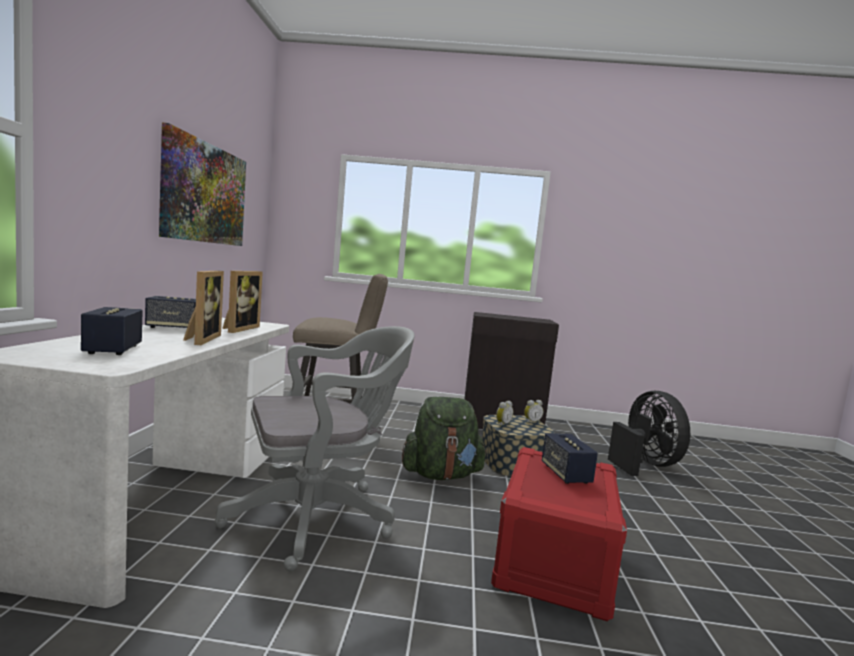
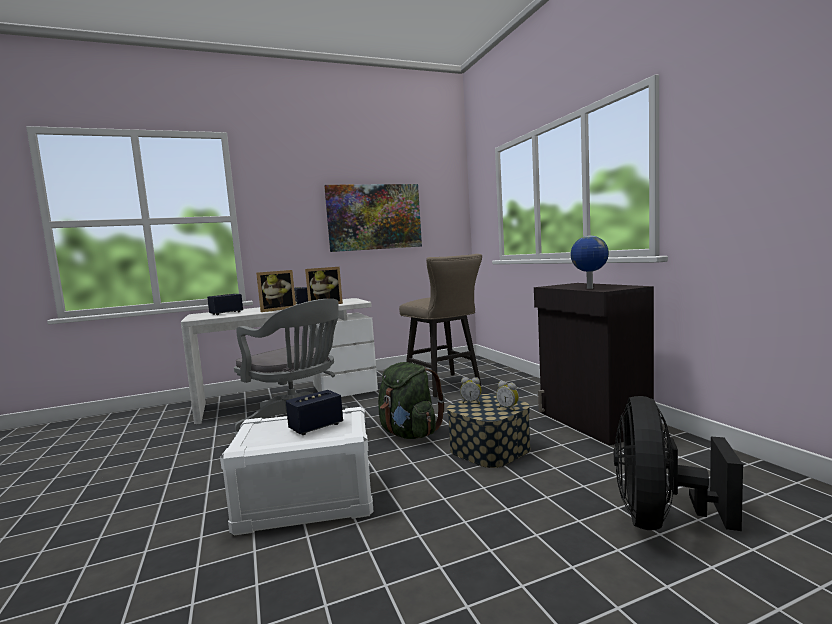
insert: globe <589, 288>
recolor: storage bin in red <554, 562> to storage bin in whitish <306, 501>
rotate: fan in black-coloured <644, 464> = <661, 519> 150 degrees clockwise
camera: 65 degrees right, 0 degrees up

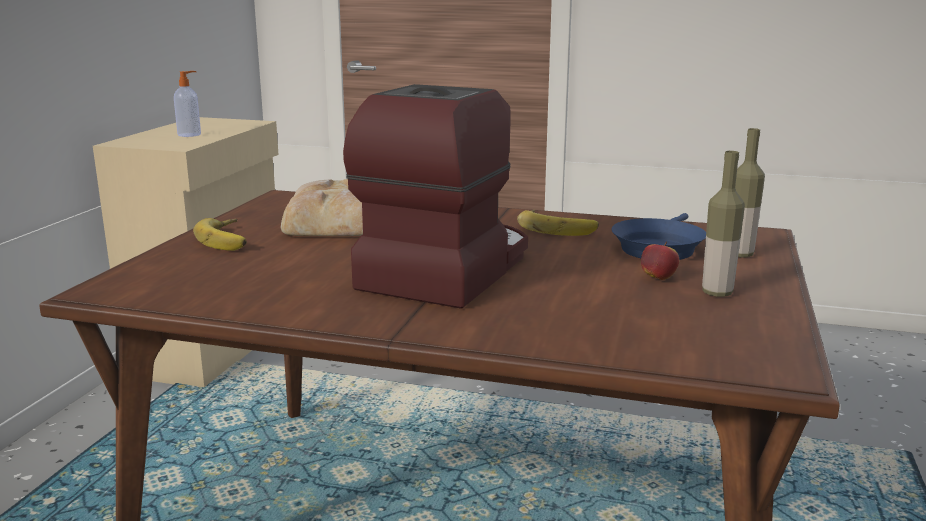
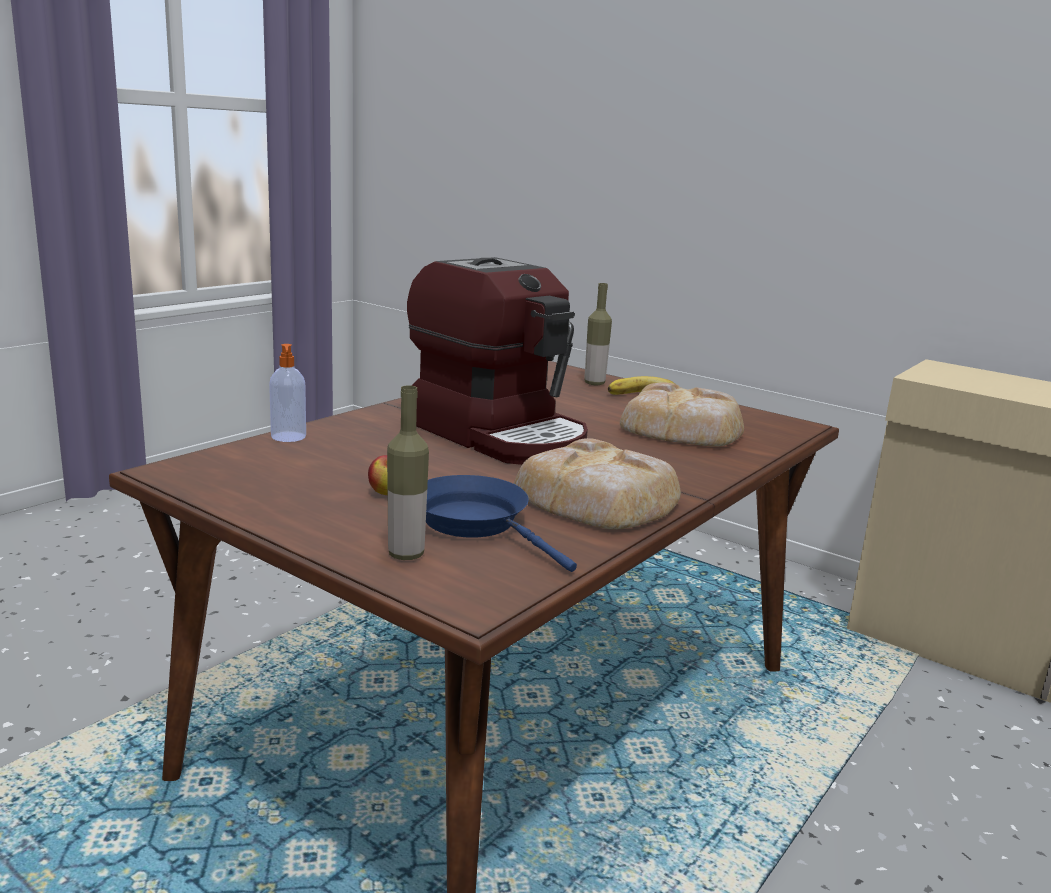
move: liquid soap bottle <190, 134> to <288, 437>; bottle <717, 293> to <594, 383>
replace: banana <558, 227> to baked bread <598, 500>
camera: 110 degrees right, 0 degrees up

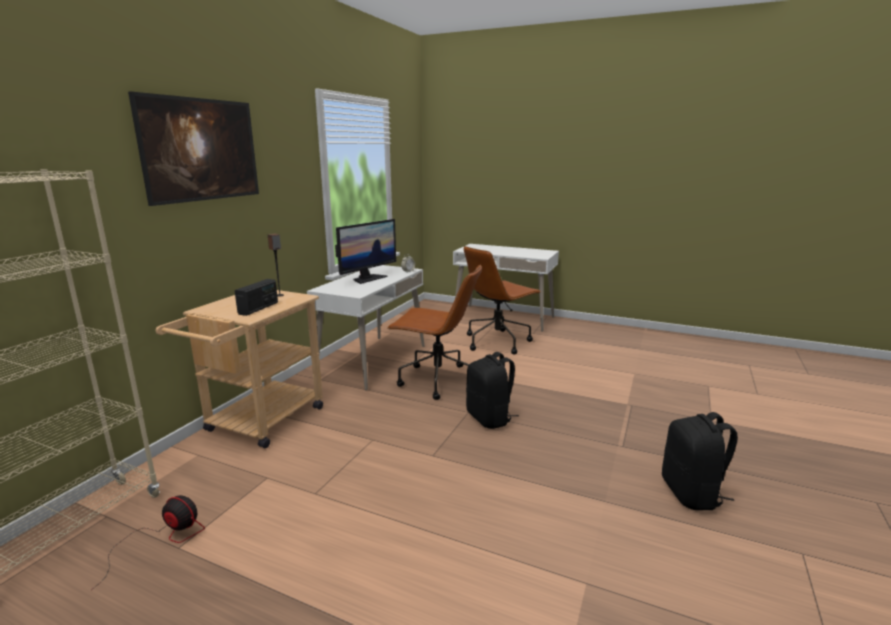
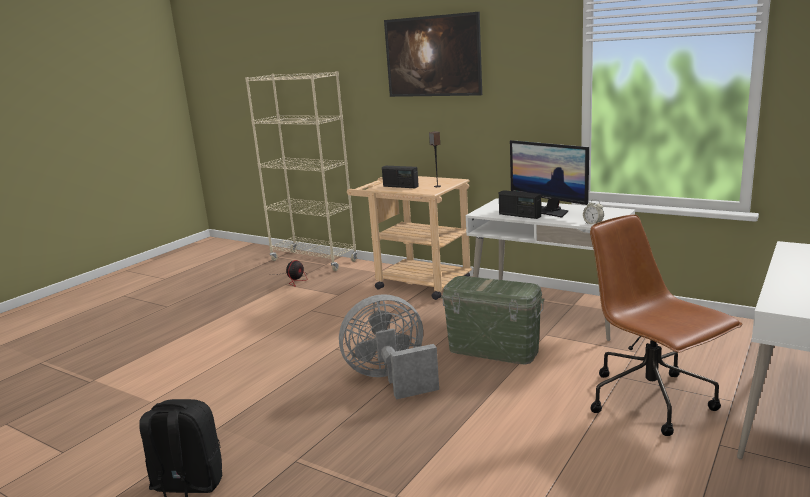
insert: radio receiver <519, 215>
replace: office chair in brown-coloured <436, 380> to storage bin in green <493, 350>; rucksack in black-coloured <490, 418> to fan in gray <391, 379>
camera: 100 degrees right, 0 degrees up

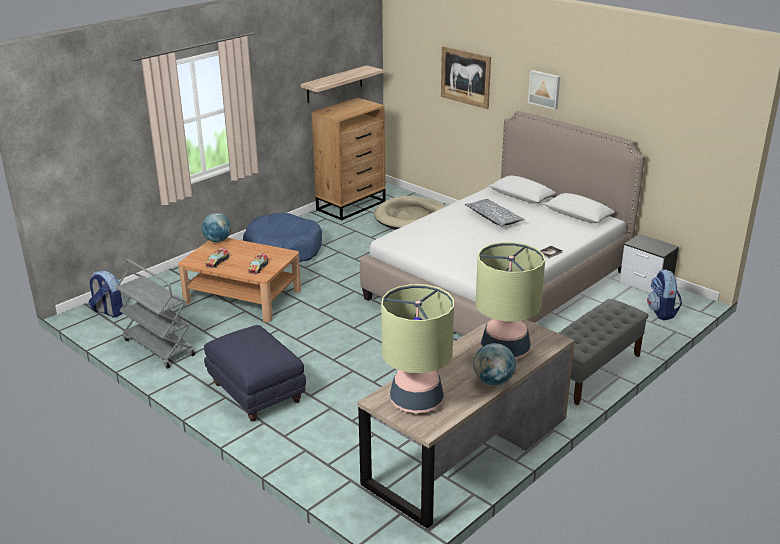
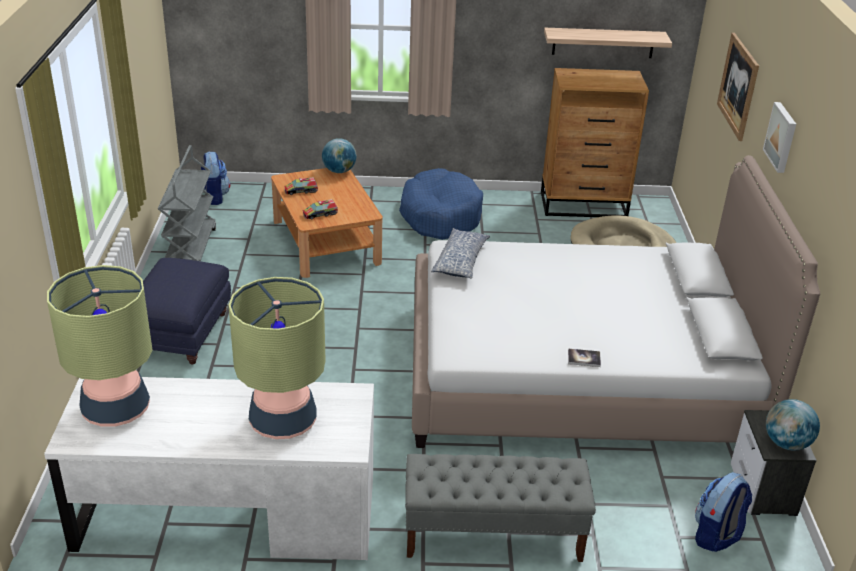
move: pillow <494, 218> to <461, 261>; globe <493, 381> to <786, 443>
recolor: desk unit in brown-coloured <467, 450> to desk unit in whitish <227, 514>
camera: 45 degrees right, 5 degrees up

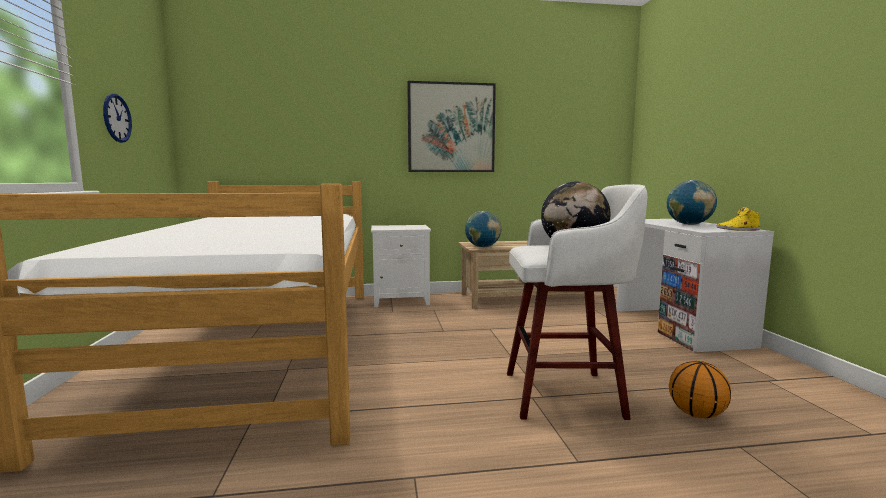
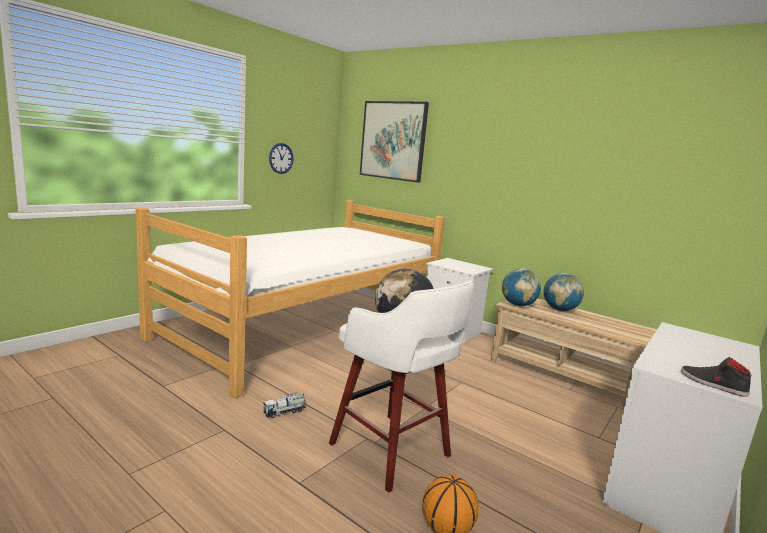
insert: model truck <284, 412>
move: wall picture <451, 128> to <393, 140>; globe <689, 224> to <560, 310>
recolor: shoe in yellow <738, 230> to shoe in black-coloured <712, 384>
camera: 45 degrees right, 5 degrees up

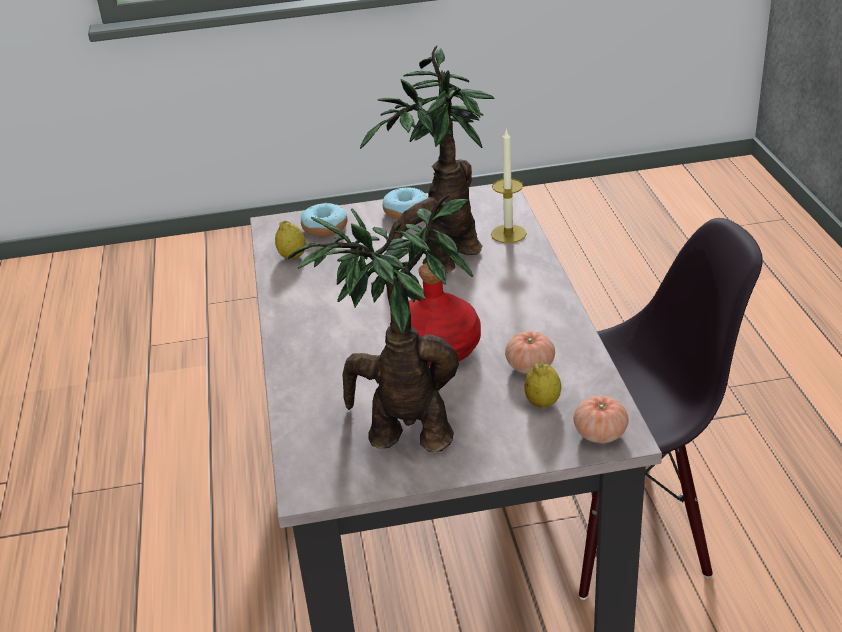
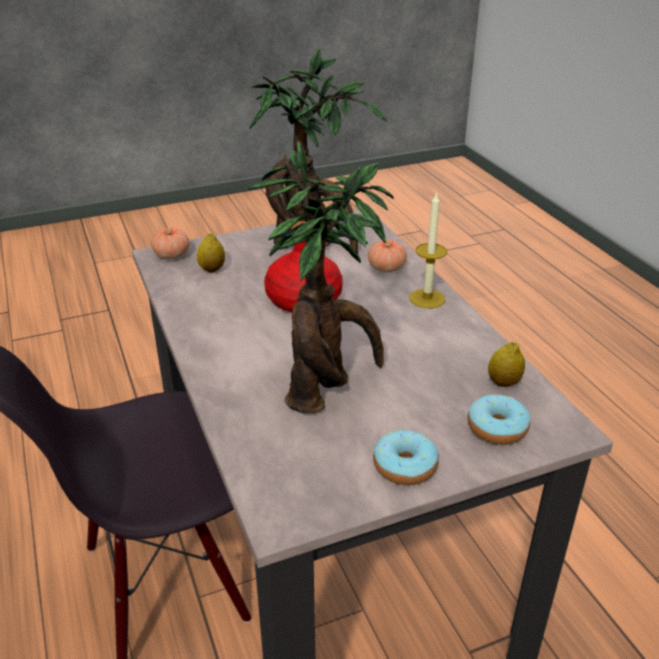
move: wax light <508, 234> to <427, 298>; whole tomato <530, 366> to <386, 268>
camera: 165 degrees right, 0 degrees up

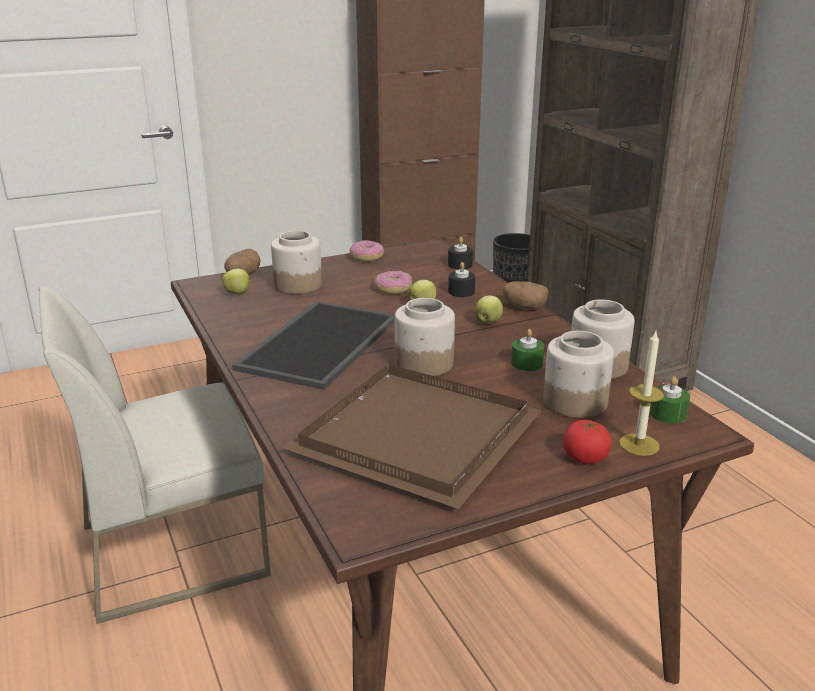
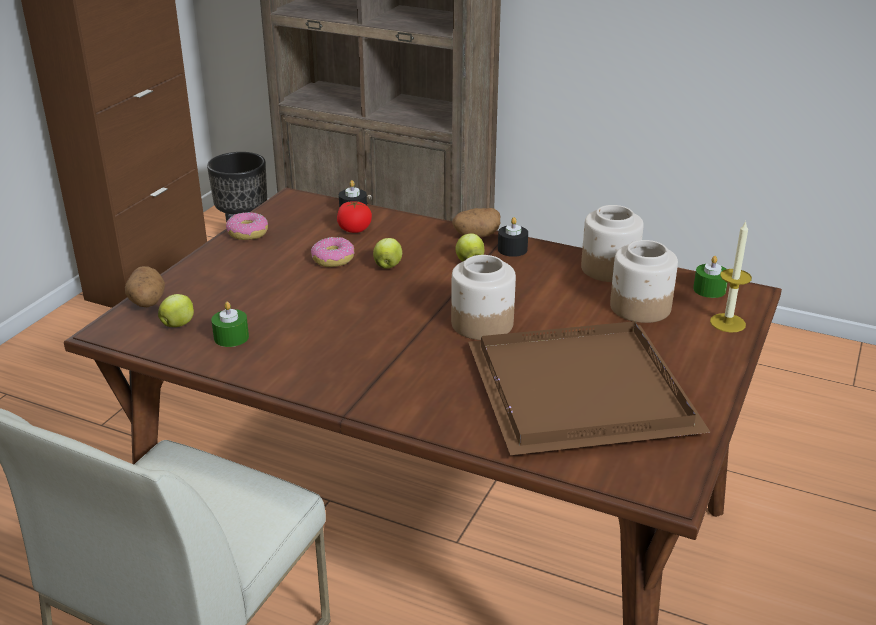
delete: carrying tray <318, 342>; preserve jar <298, 285>
move: wax light in black-coloured <461, 292> to <512, 249>; wax light in green <526, 363> to <231, 337>; whole tomato <585, 458> to <354, 229>
camera: 40 degrees left, 5 degrees up

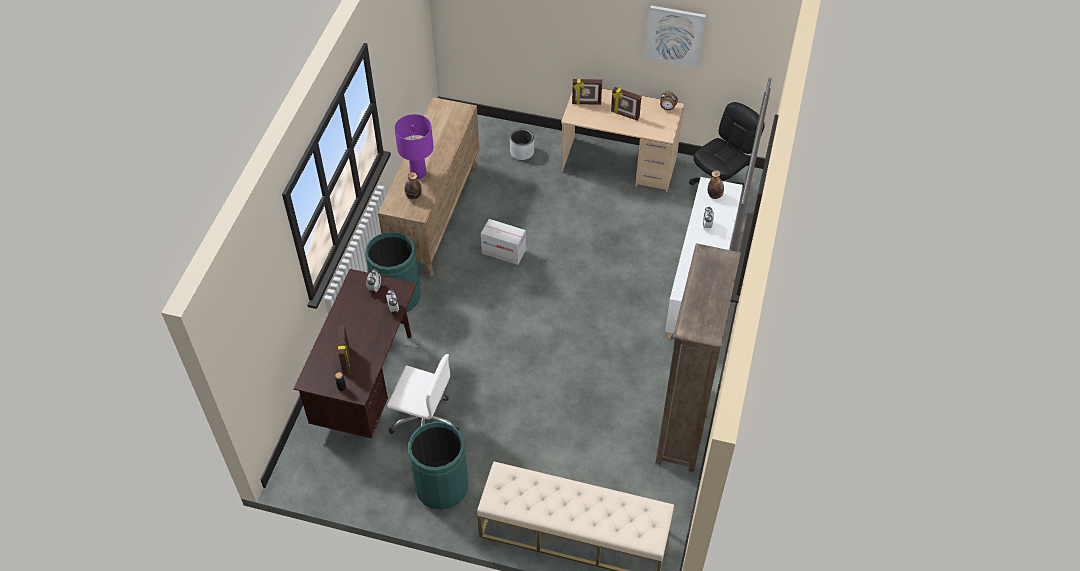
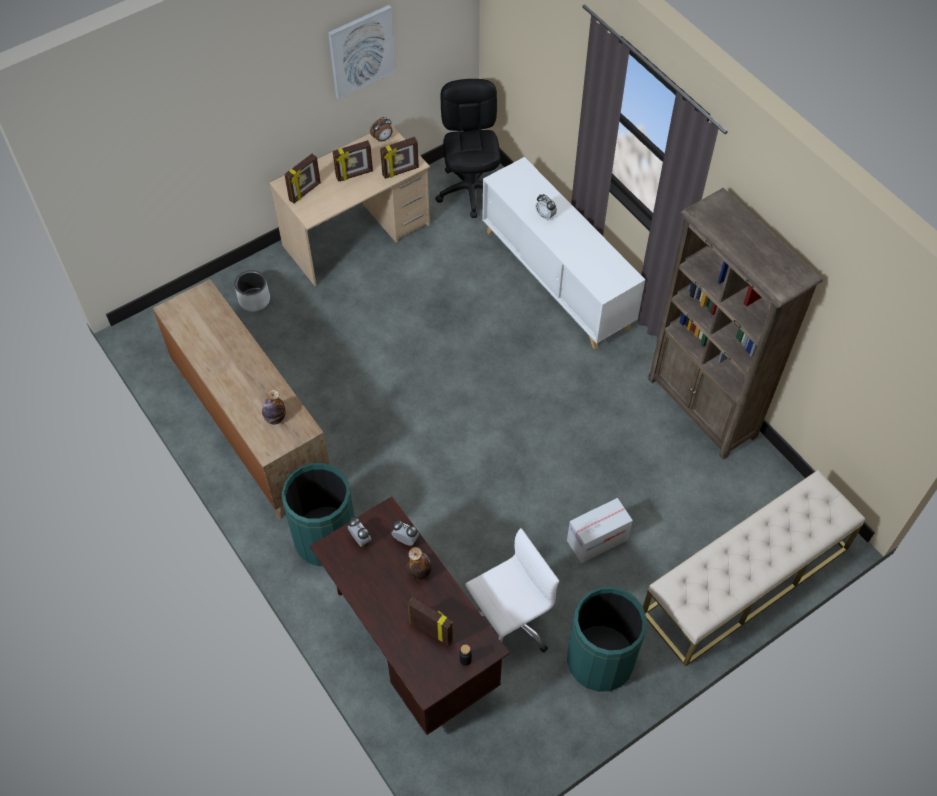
delete: tabletop lamp in purple-coloured <418, 173>
insert: picture frame <400, 172>
move: cardboard box <503, 251> to <597, 540>; bottle <714, 195> to <420, 572>
camera: 50 degrees left, 5 degrees up

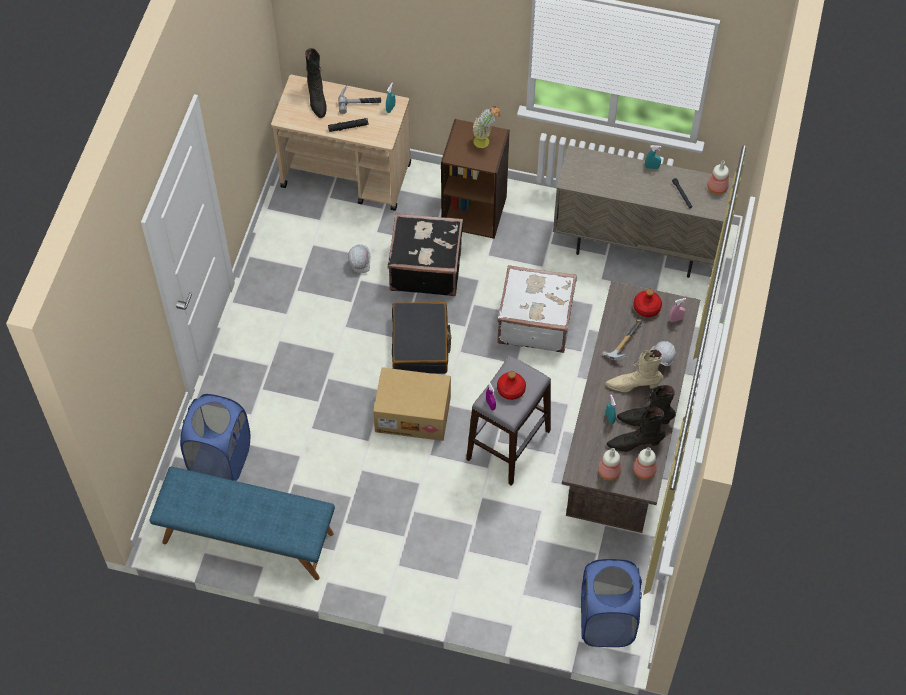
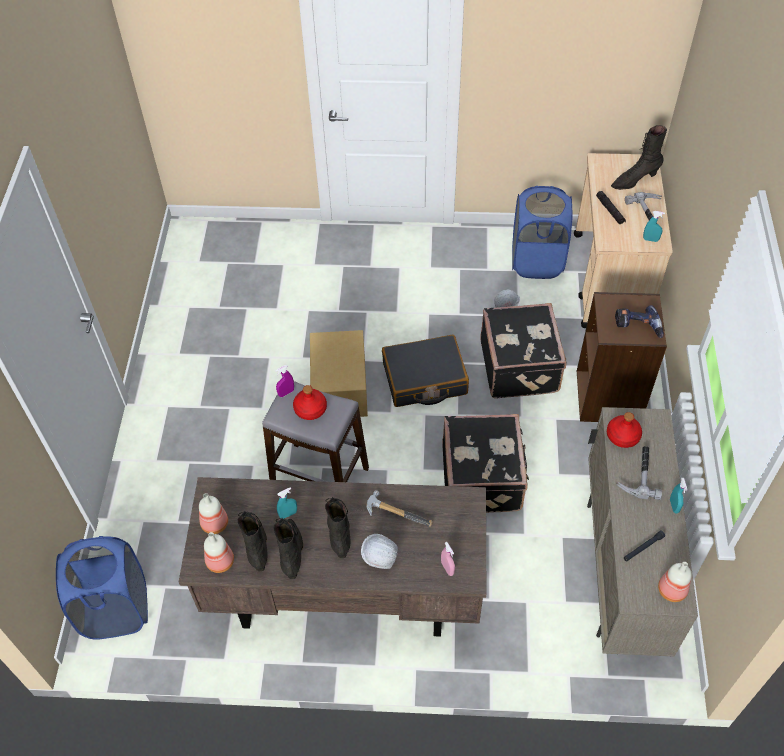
delete: indoor bench in blue-coloured <247, 538>
insert: hammer <638, 474>
move: washing basket in blue-coloured <220, 459> to <537, 261>; bottle in red <647, 307> to <622, 436>
replace: houseplant <485, 142> to power drill <638, 327>
recolor: piece of luggage in whitish <534, 321> to piece of luggage in black-coloured <483, 478>; tall boot in beige-coloured <633, 385> to tall boot in black-coloured <339, 532>
camera: 80 degrees right, 5 degrees down

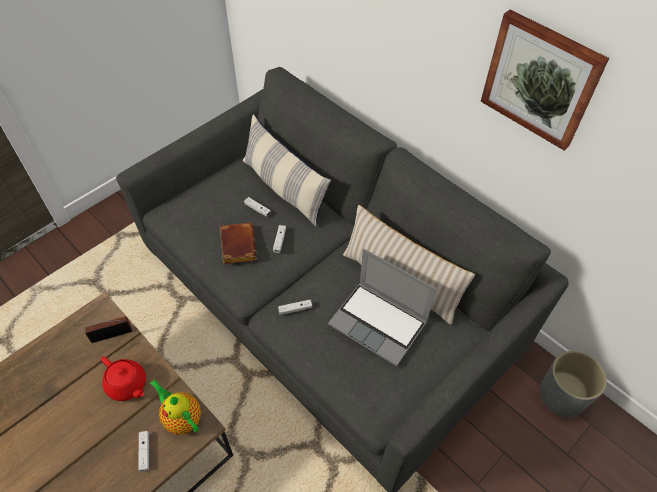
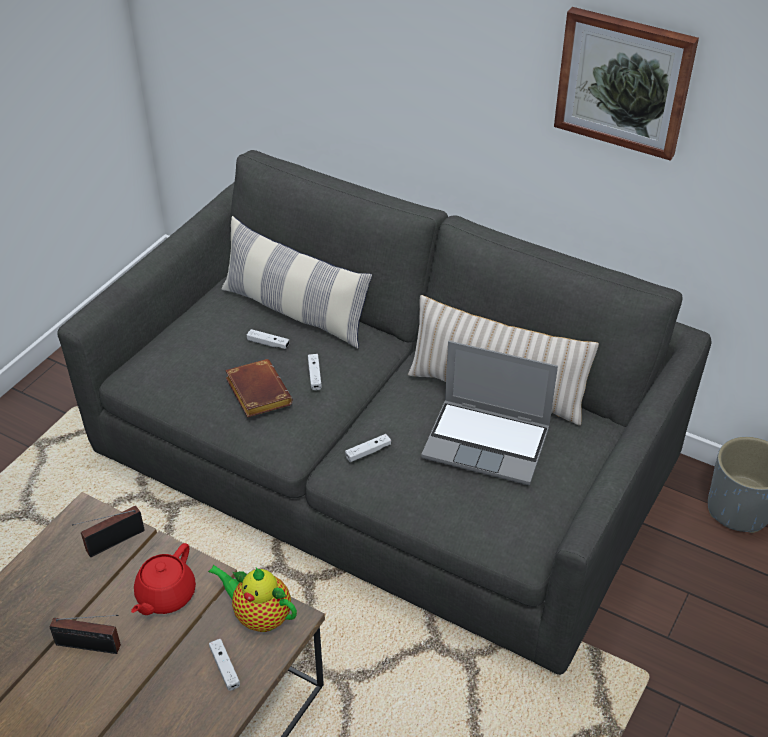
insert: radio receiver <91, 646>
rotate: teapot in red <127, 385> = <165, 596> 90 degrees clockwise
camera: 15 degrees left, 10 degrees down

